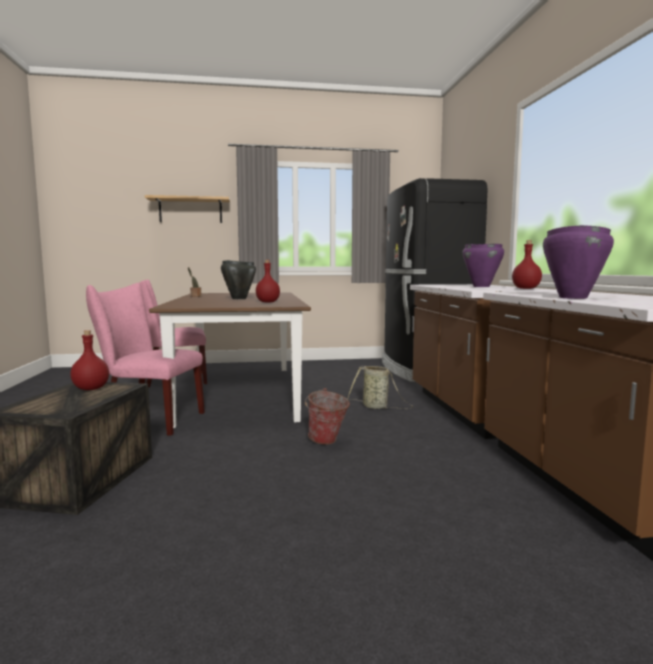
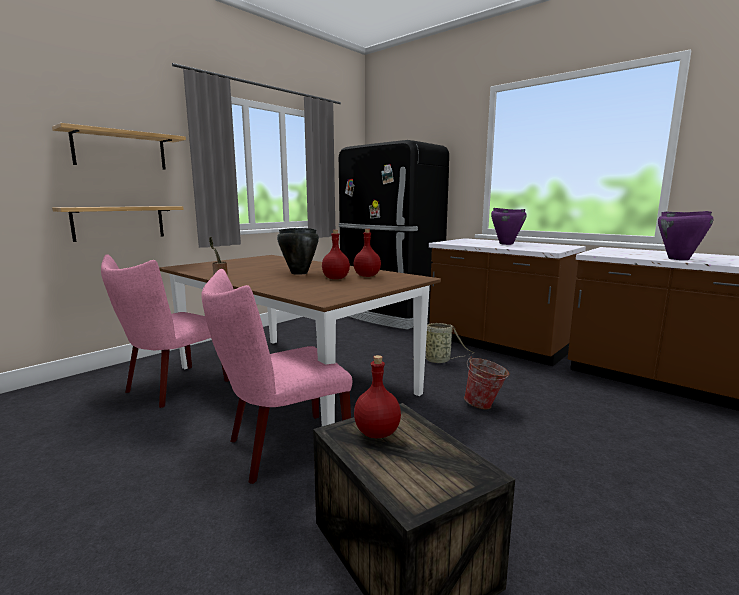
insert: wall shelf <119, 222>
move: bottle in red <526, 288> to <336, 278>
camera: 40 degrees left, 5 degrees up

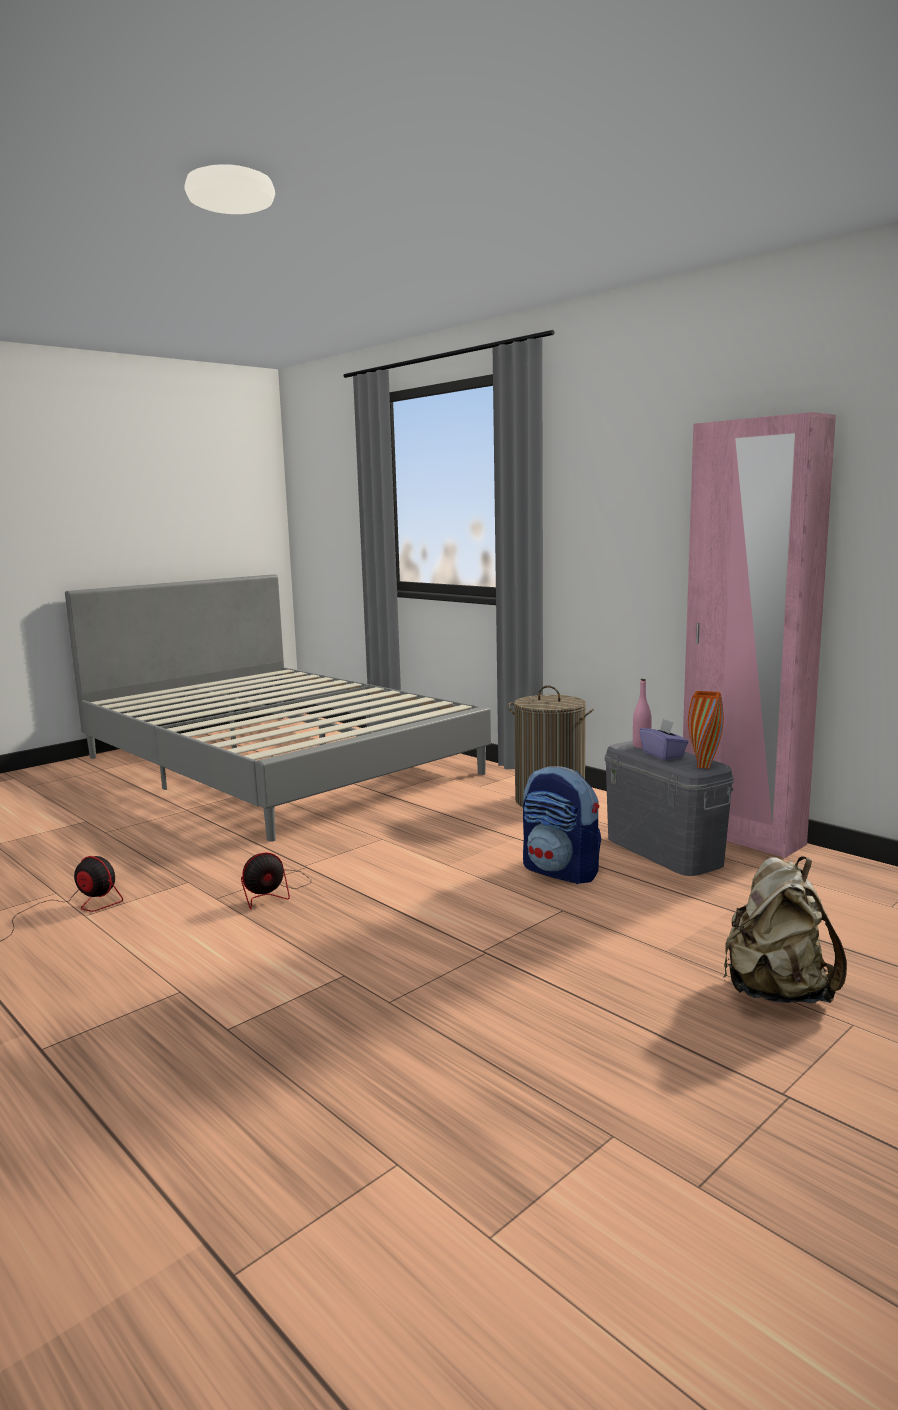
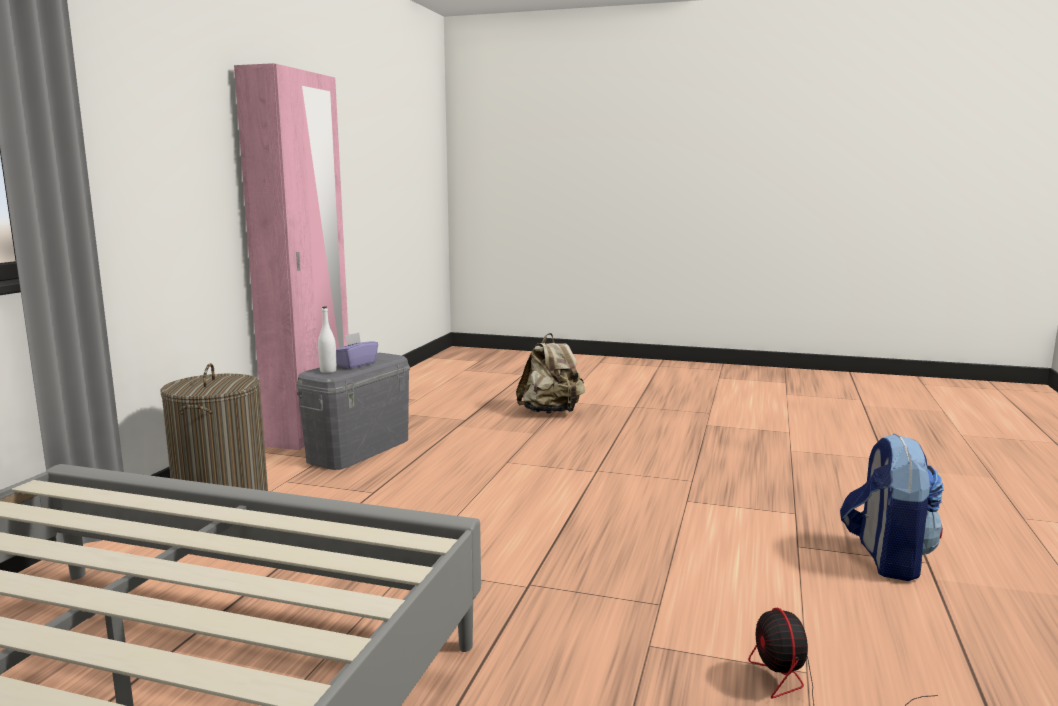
delete: fan <273, 892>; vase in orange <703, 766>
move: rucksack <561, 872> to <886, 559>
recolor: bottle in pinkish <641, 746> to bottle in whitish <328, 371>
camera: 120 degrees left, 0 degrees up

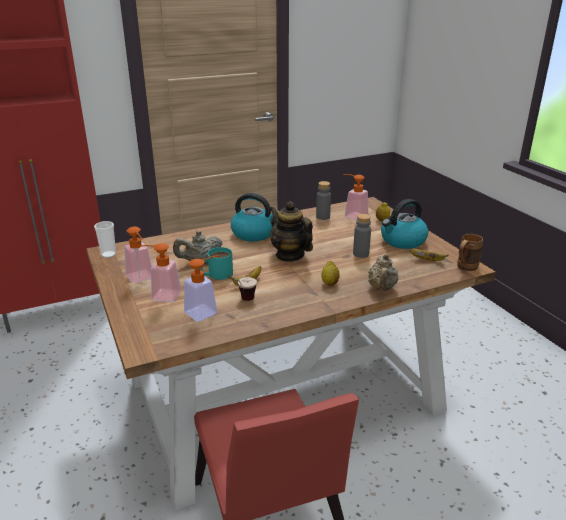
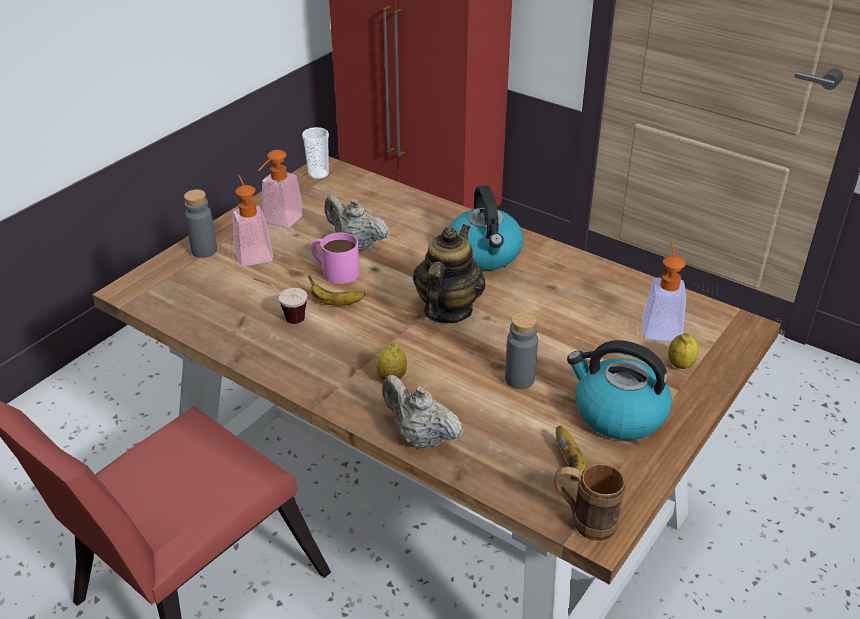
delete: liquid soap bottle <205, 311>
move: bottle in gray <323, 217> to <204, 250>
recolor: tea mug in turquoise <216, 275> to tea mug in pinkish <334, 270>
rotate: teapot in beige-coloured <382, 288> = <420, 436> 60 degrees clockwise
camera: 60 degrees right, 10 degrees up

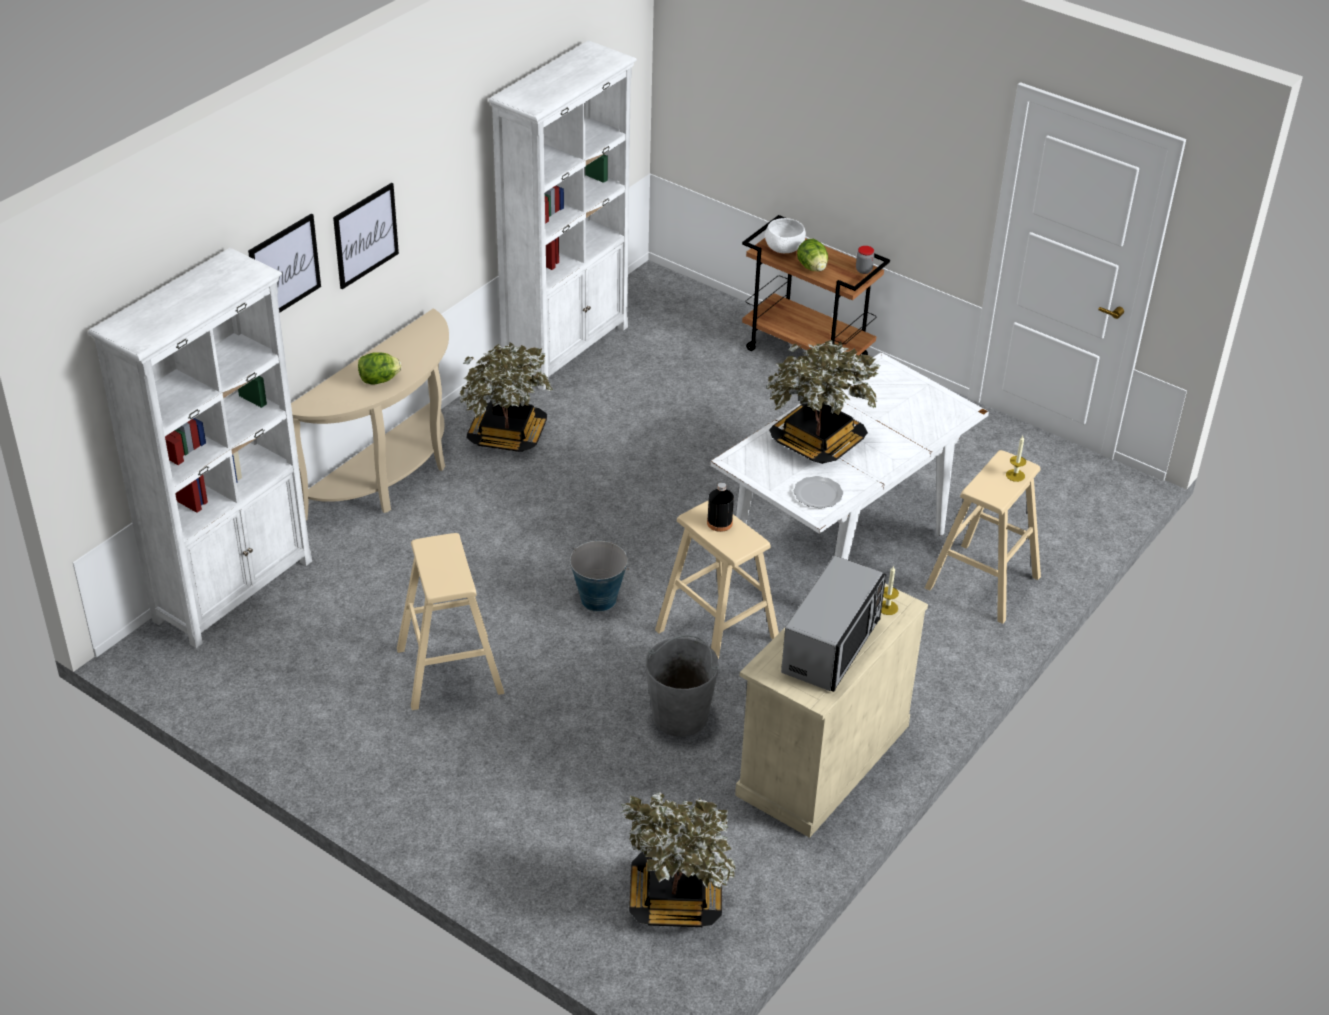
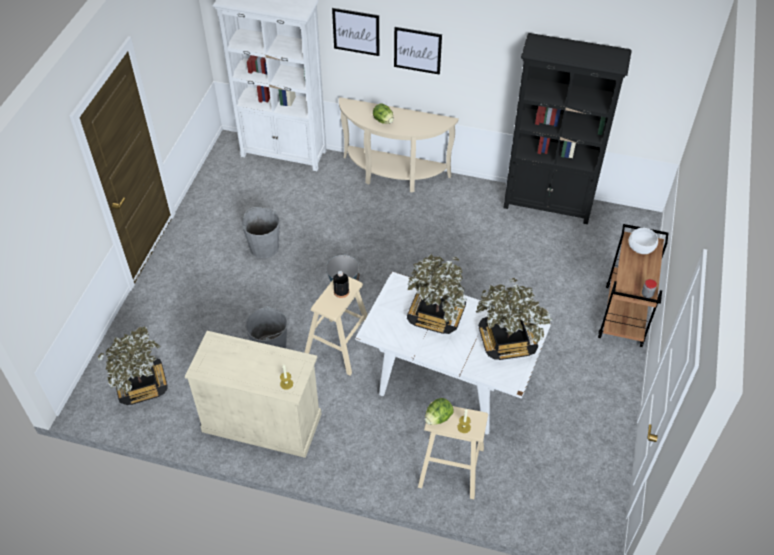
delete: kitchen microwave <832, 646>; plate <818, 494>
move: houseplant <507, 436> to <507, 341>; head of lettuce <812, 267> to <438, 417>
replace: sitting stool in beige-coloured <449, 670> to bucket in gray <264, 247>
recolor: bookcase in whitish <566, 348> to bookcase in black-coloured <548, 205>
camera: 70 degrees right, 10 degrees up

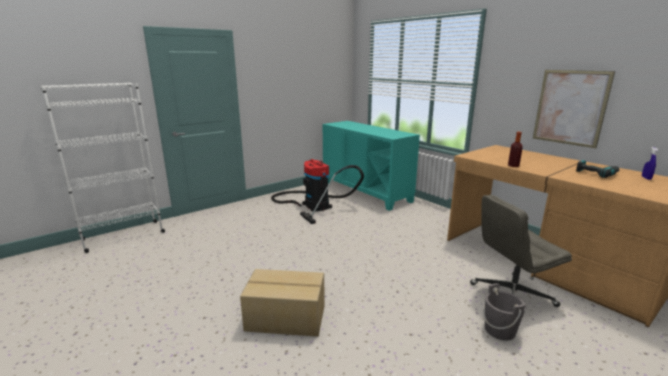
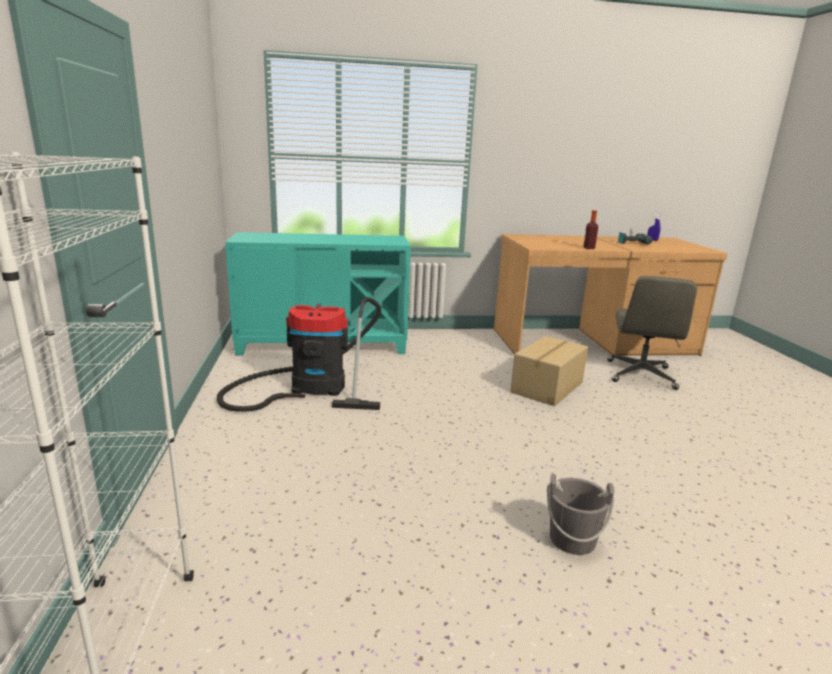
delete: wall picture <570, 107>
move: cardboard box <286, 318> to <548, 387>; bucket in gray <499, 330> to <572, 539>
camera: 60 degrees left, 0 degrees up

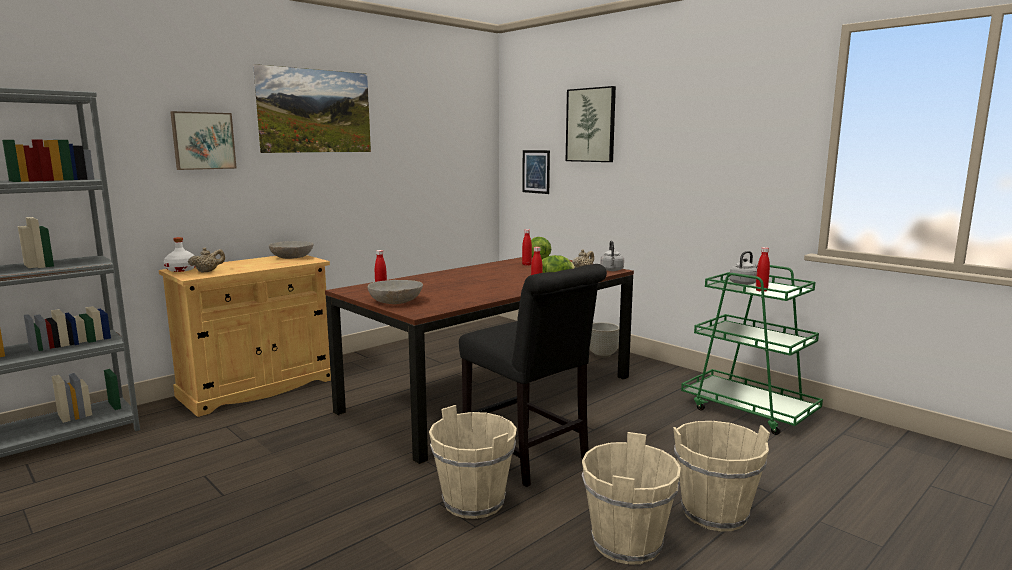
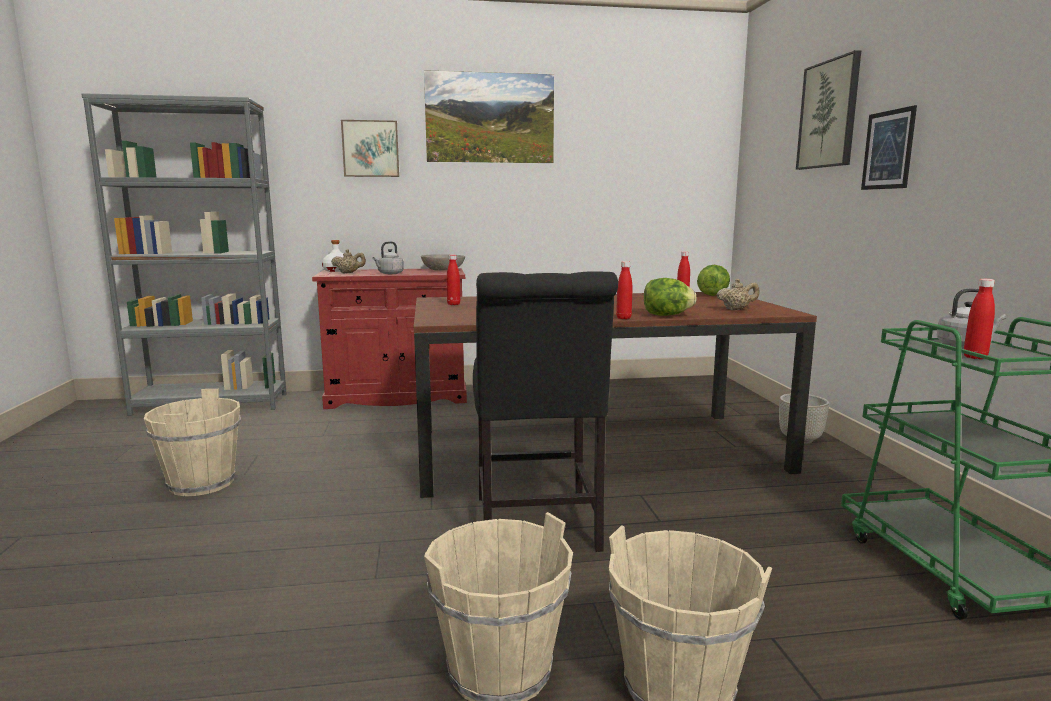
delete: deep dish in gray <396, 302>
move: bucket in beige-coloured <473, 502> to <201, 483>; wall picture <536, 171> to <888, 150>; water kettle in gray <612, 270> to <389, 273>
recolor: cupboard in beige-coloured <257, 388> to cupboard in red <397, 396>
camera: 35 degrees right, 0 degrees up

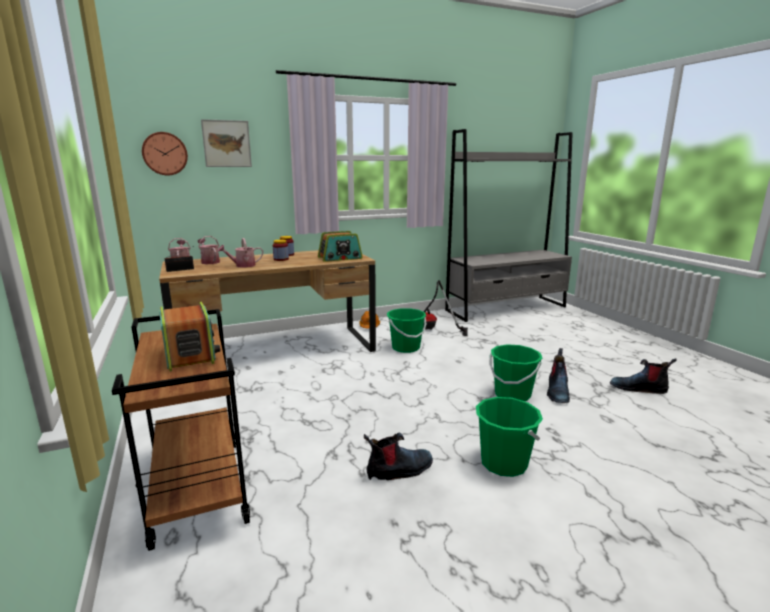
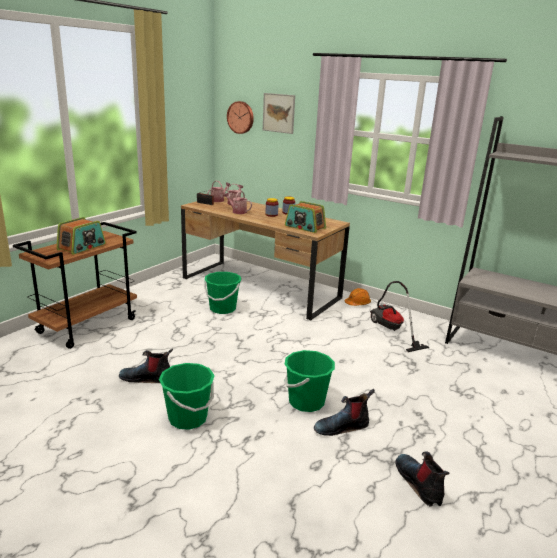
move: bucket in green <405, 348> to <222, 308>
rotate: tall boot <399, 470> = <146, 378> 150 degrees clockwise
camera: 55 degrees right, 5 degrees up

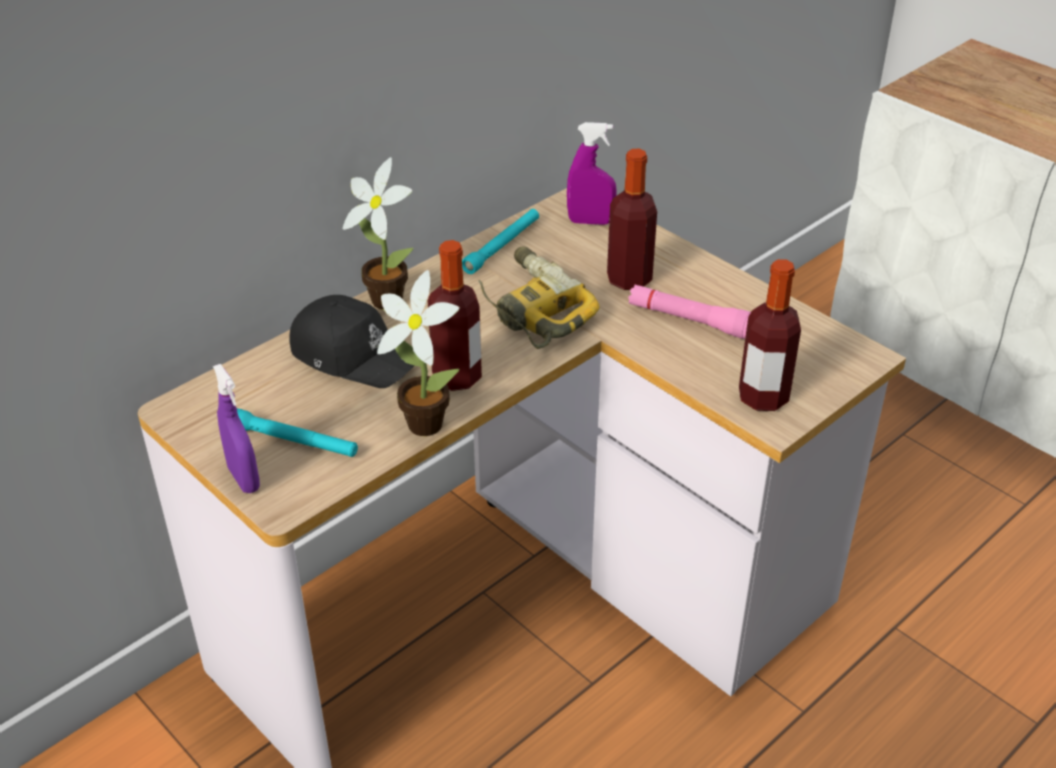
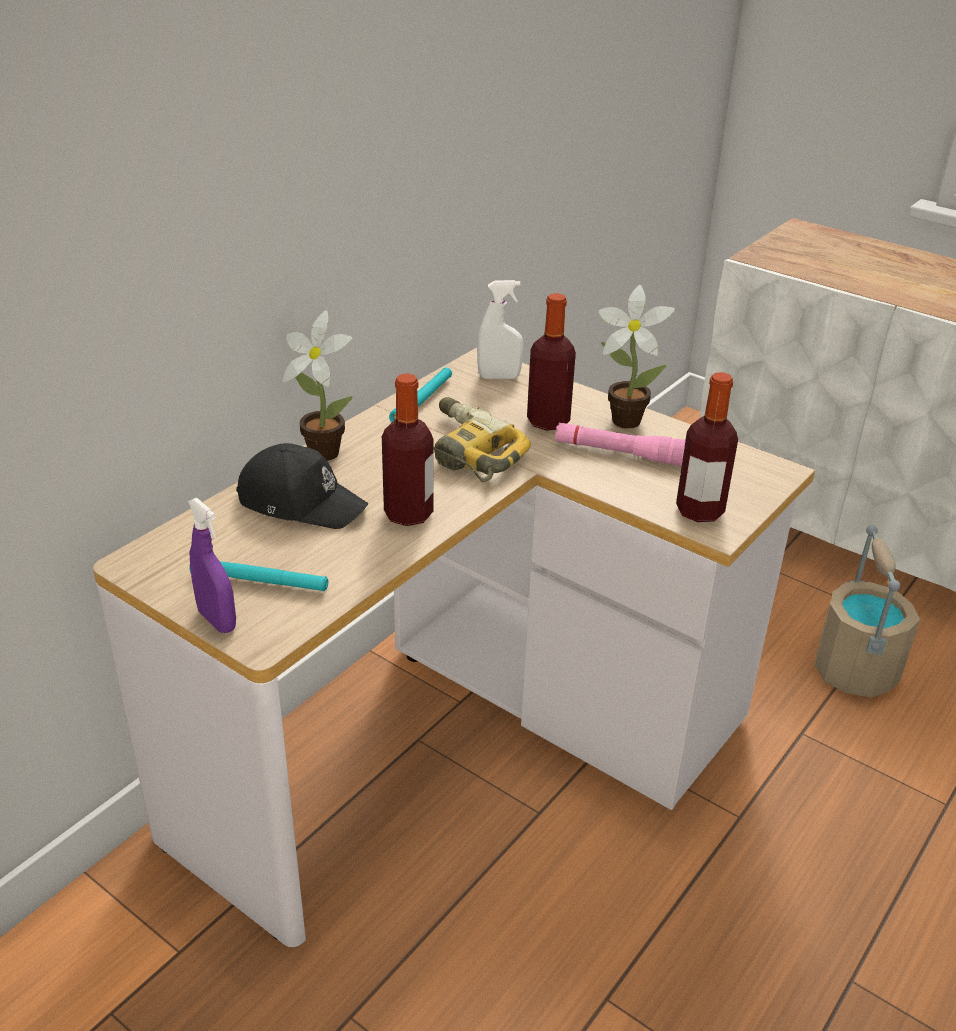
insert: bucket in beige-coloured <854, 670>
move: houseplant <422, 421> to <622, 419>
recolor: hand sprayer in purple-coloured <590, 222> to hand sprayer in whitish <499, 377>
camera: 10 degrees left, 5 degrees down

